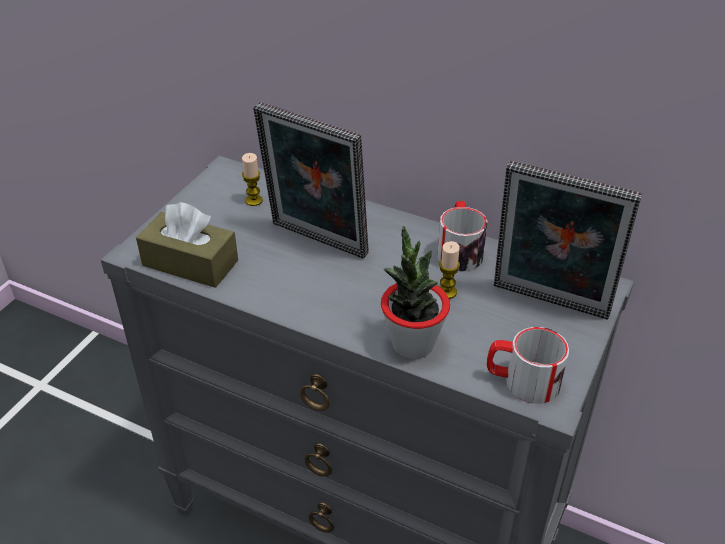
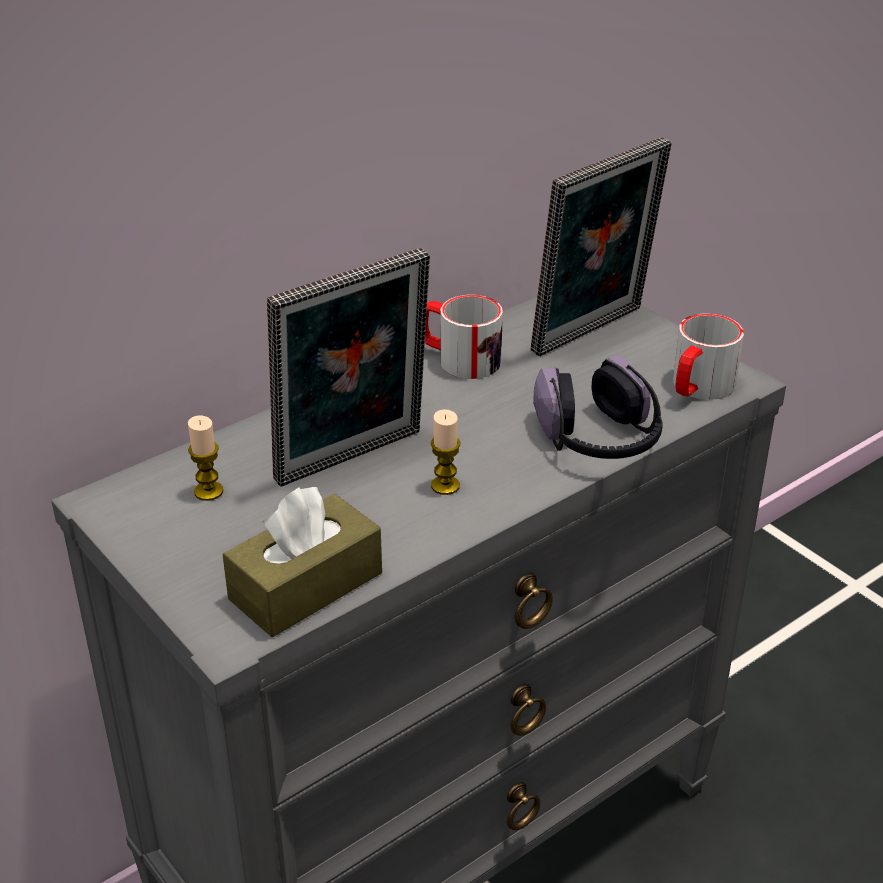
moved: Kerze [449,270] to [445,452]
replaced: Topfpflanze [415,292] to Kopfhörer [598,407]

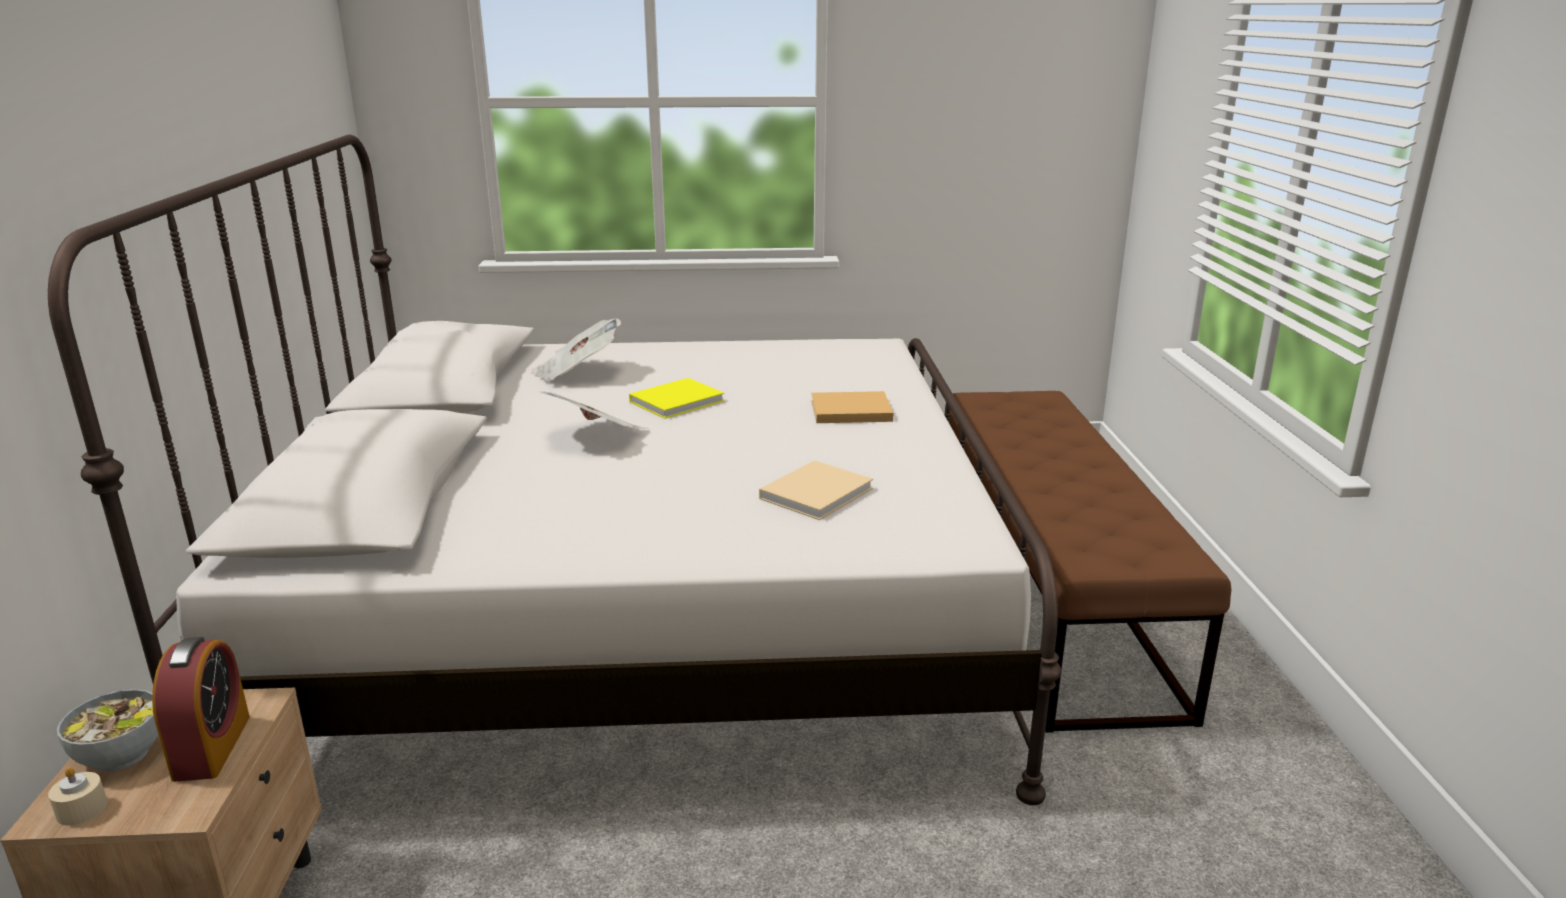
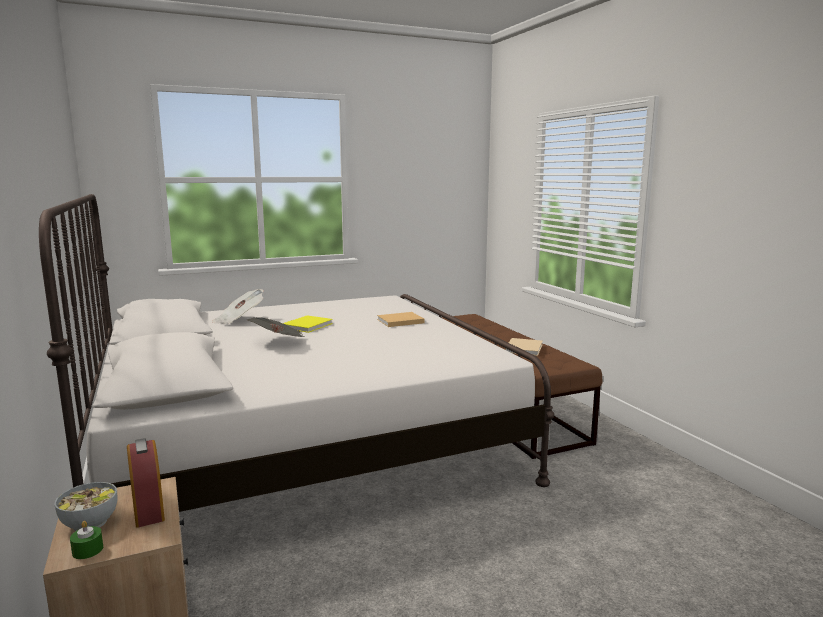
moved: Buch [beige] [816,490] to [524,347]
recoloured: Kerze [beige] [77,796] to Kerze [grün] [86,540]

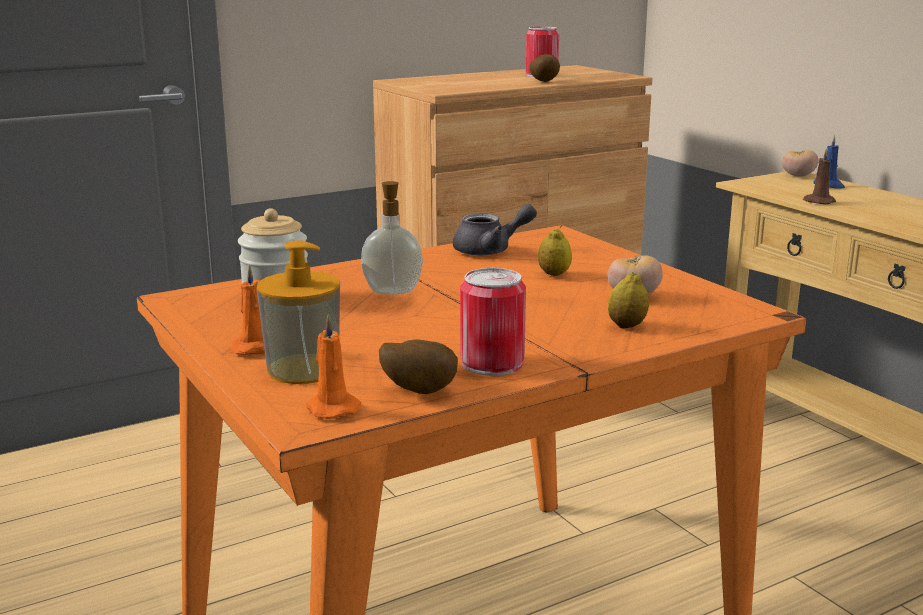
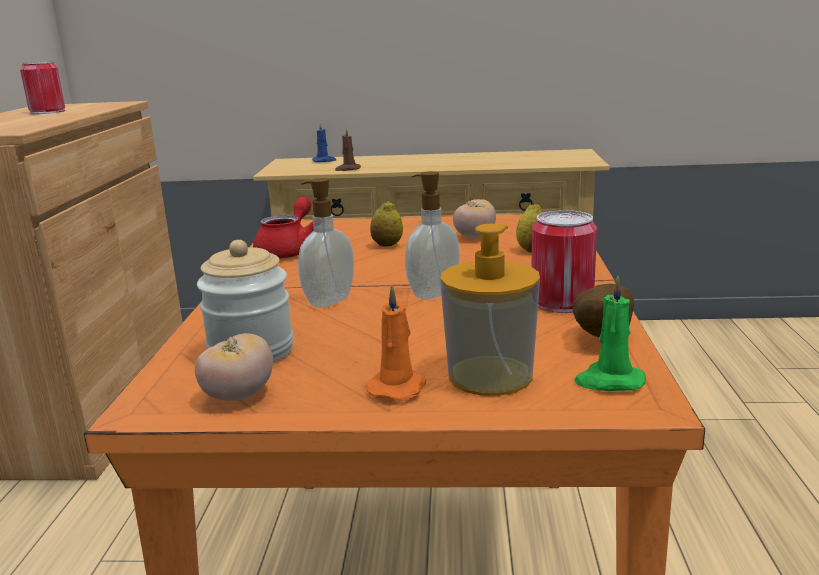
removed: Kartoffel [545,68]
added: Seifenspender [432,235]
moved: Tomate [800,163] to [234,367]
recoloured: Teekanne [grau] [495,230] to Teekanne [rot] [283,228]; Kerze [orange] [333,366] to Kerze [grün] [610,333]

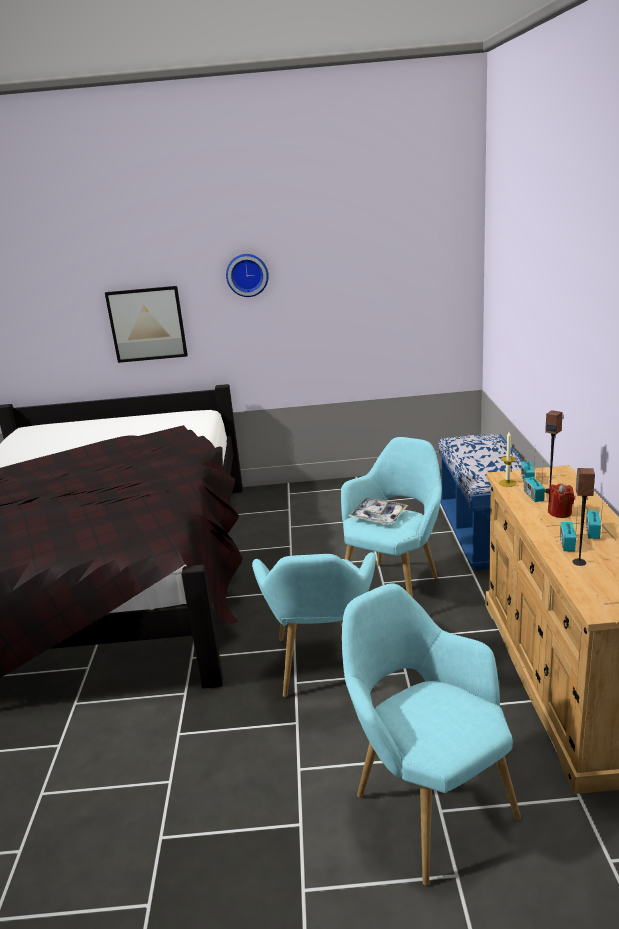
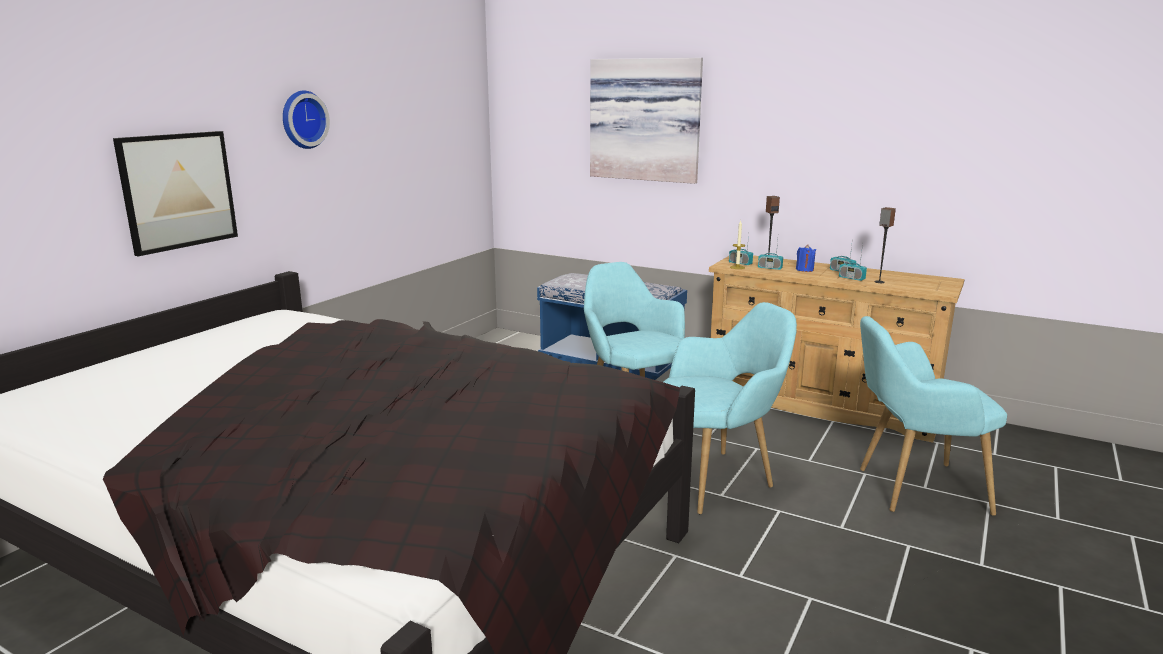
removed: Tablett [378,511]
added: Bild [646,121]
recoloured: Kerze [rot] [561,501] to Kerze [blau] [806,258]
turned: Sessel [türkis] [314,624] = [730,408] 60 degrees counterclockwise

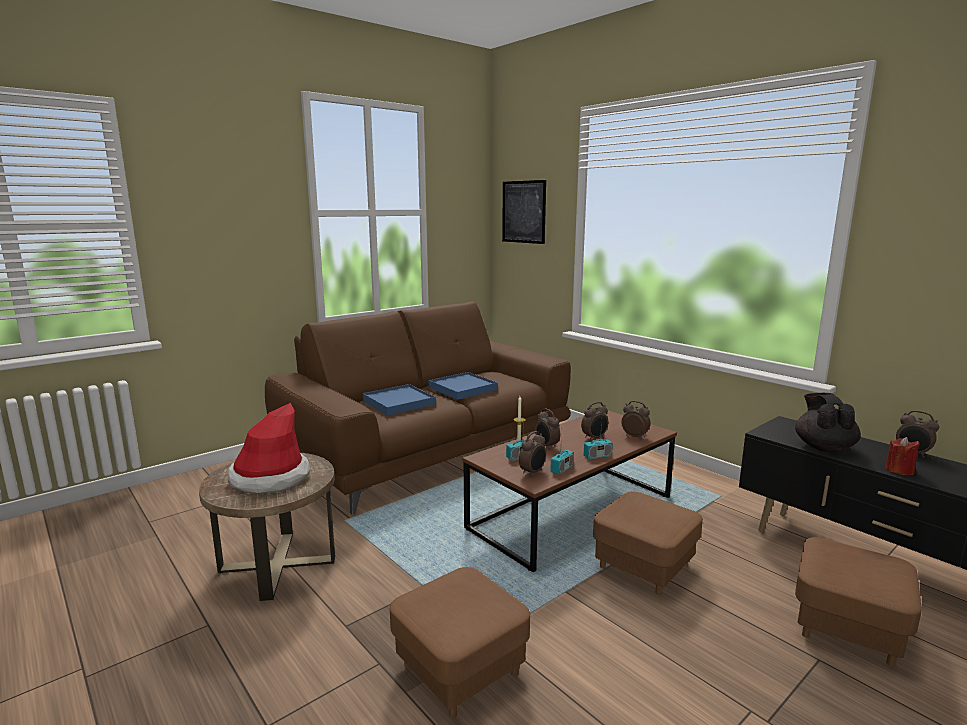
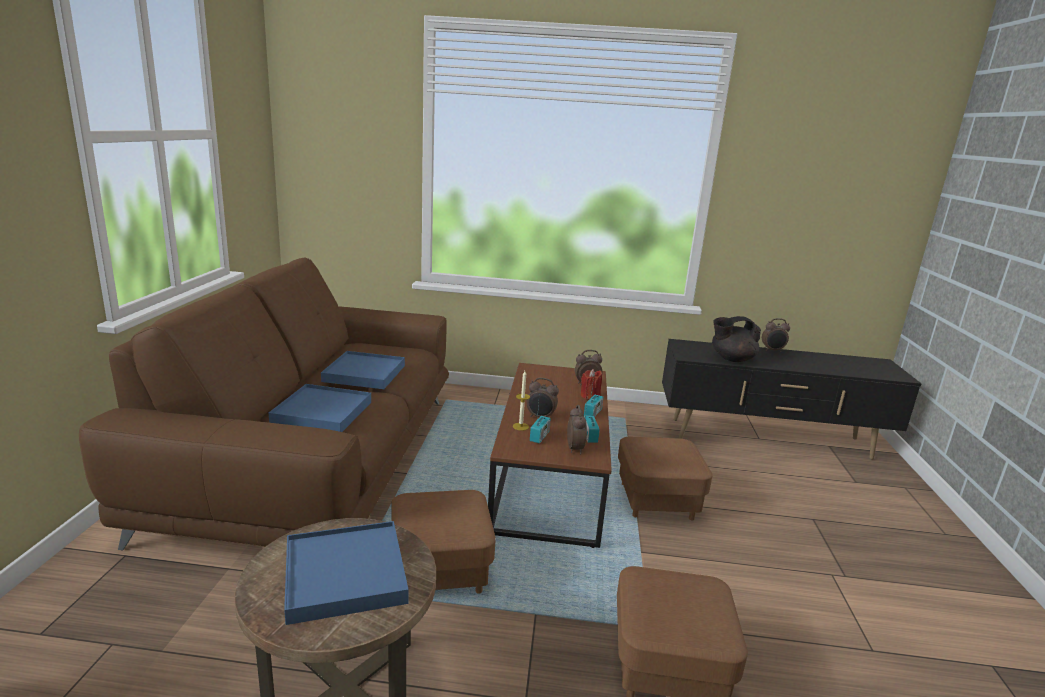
removed: Bild [524,212]; Wecker [594,421]
moved: Polsterhocker [braun] [858,602] to [443,542]; Kerze [rot] [902,456] to [591,384]
replaced: Hut [268,448] to Tablett [blau] [346,573]
turned: Teekanne [schwarz] [828,422] = [736,339] 60 degrees counterclockwise

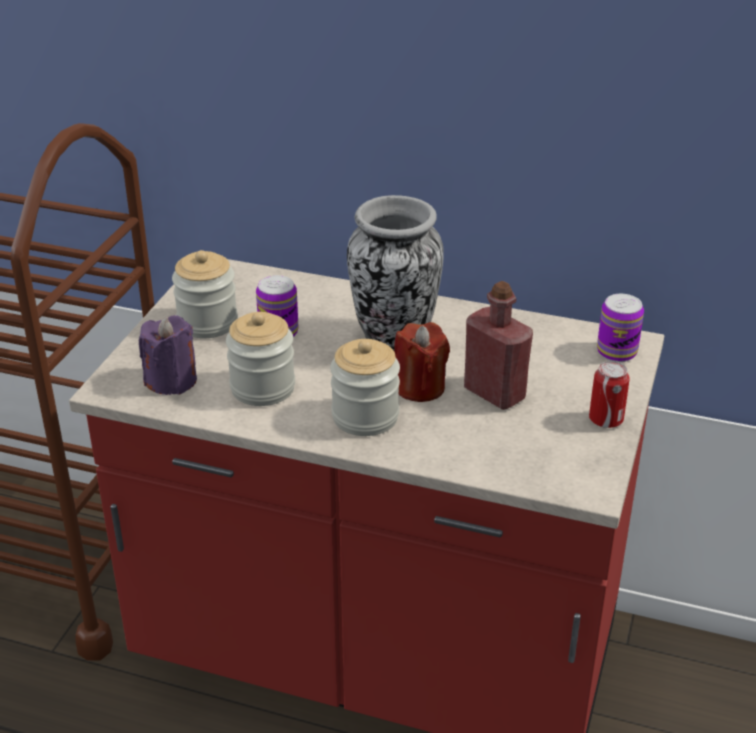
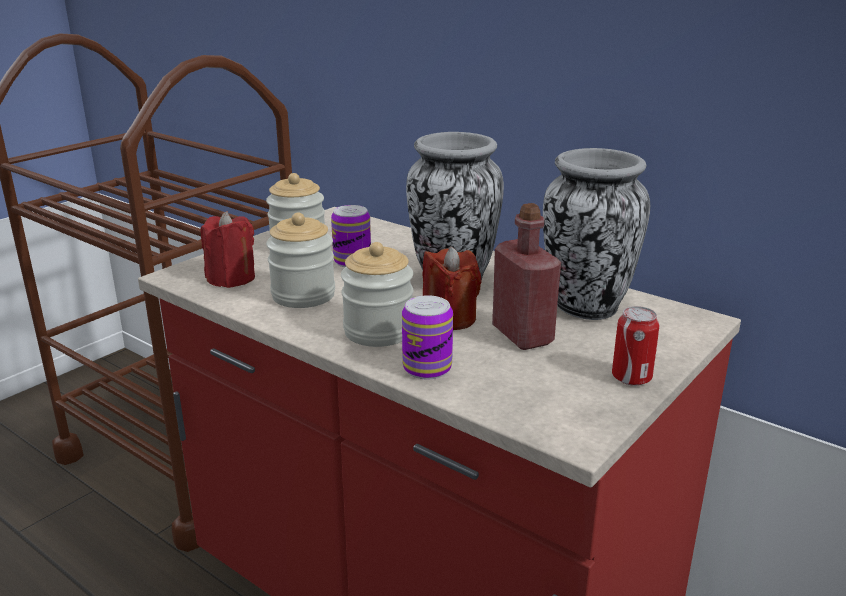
added: Vase [596,234]
moved: Dose [620,328] to [427,337]
recoloured: Kerze [lila] [168,355] to Kerze [rot] [228,249]

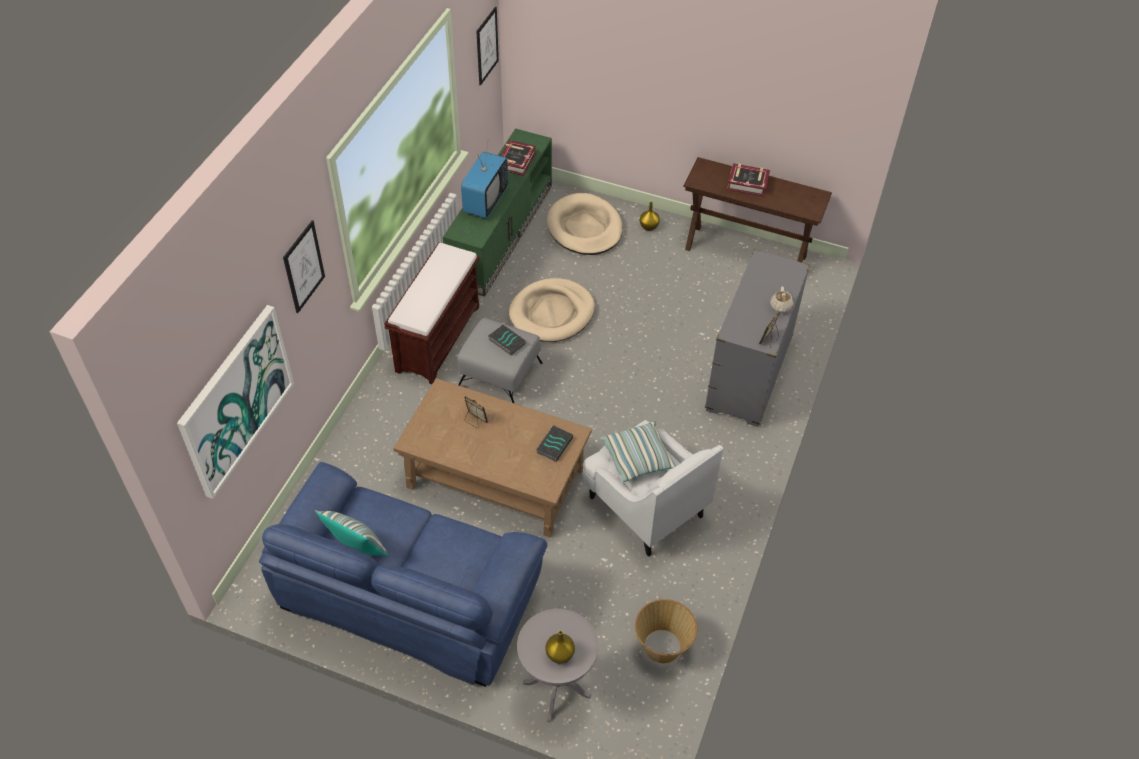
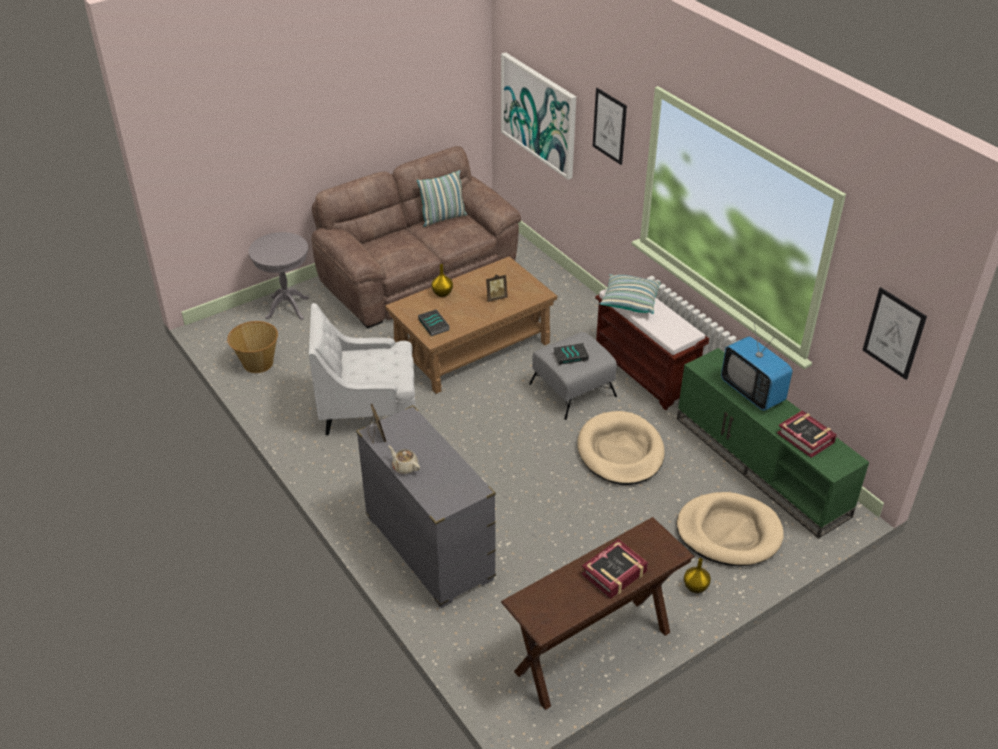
moved: Vase [gelb] [560,647] to [442,280]; Kissen [638,452] to [630,294]
recoloured: Sofa [blau] [403,574] to Sofa [braun] [416,237]

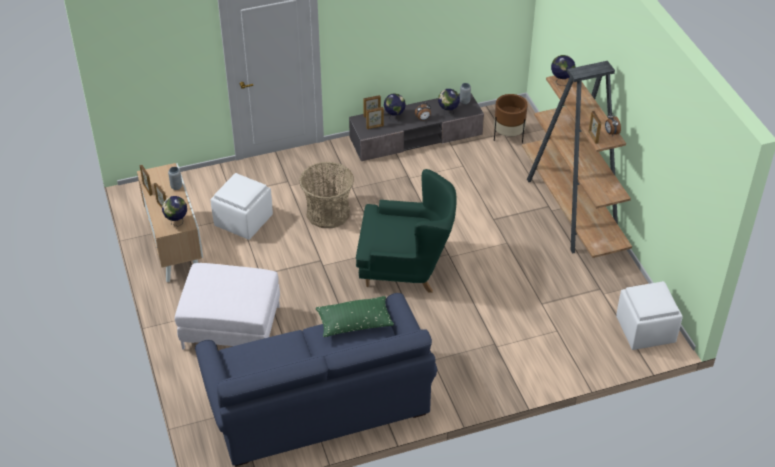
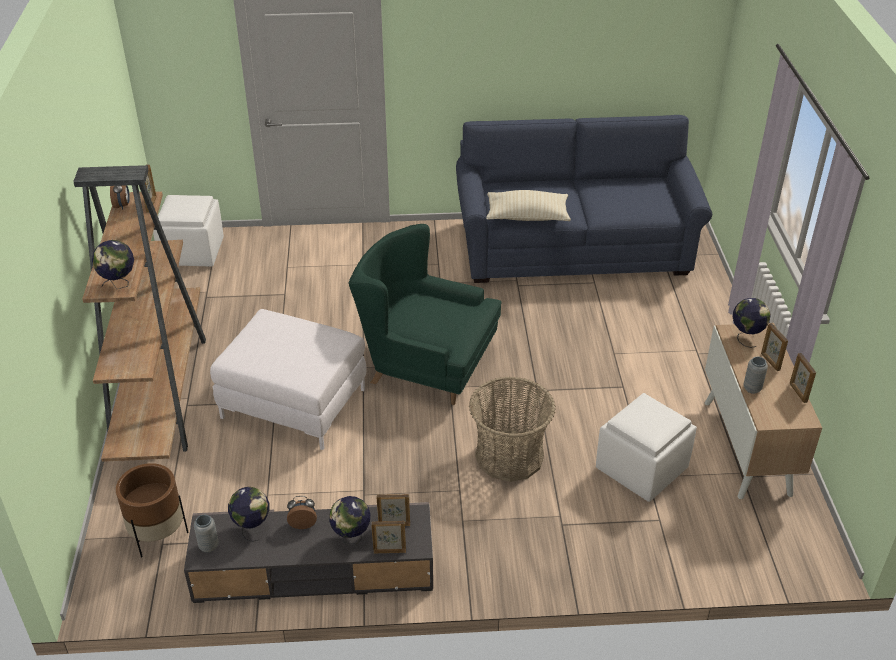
moved: Polsterhocker [weiß] [227,306] to [288,379]
recoloured: Kissen [grün] [355,316] to Kissen [beige] [528,205]

